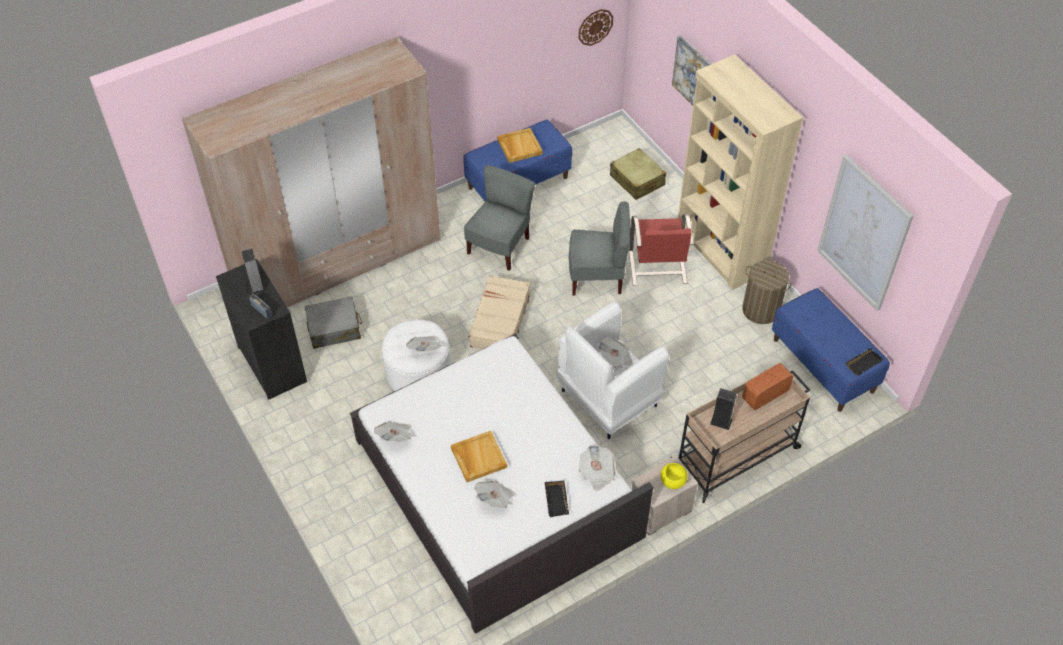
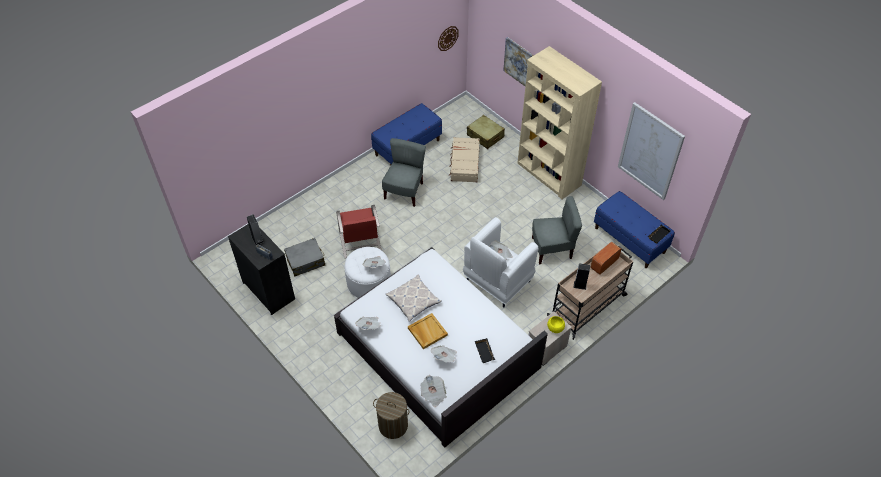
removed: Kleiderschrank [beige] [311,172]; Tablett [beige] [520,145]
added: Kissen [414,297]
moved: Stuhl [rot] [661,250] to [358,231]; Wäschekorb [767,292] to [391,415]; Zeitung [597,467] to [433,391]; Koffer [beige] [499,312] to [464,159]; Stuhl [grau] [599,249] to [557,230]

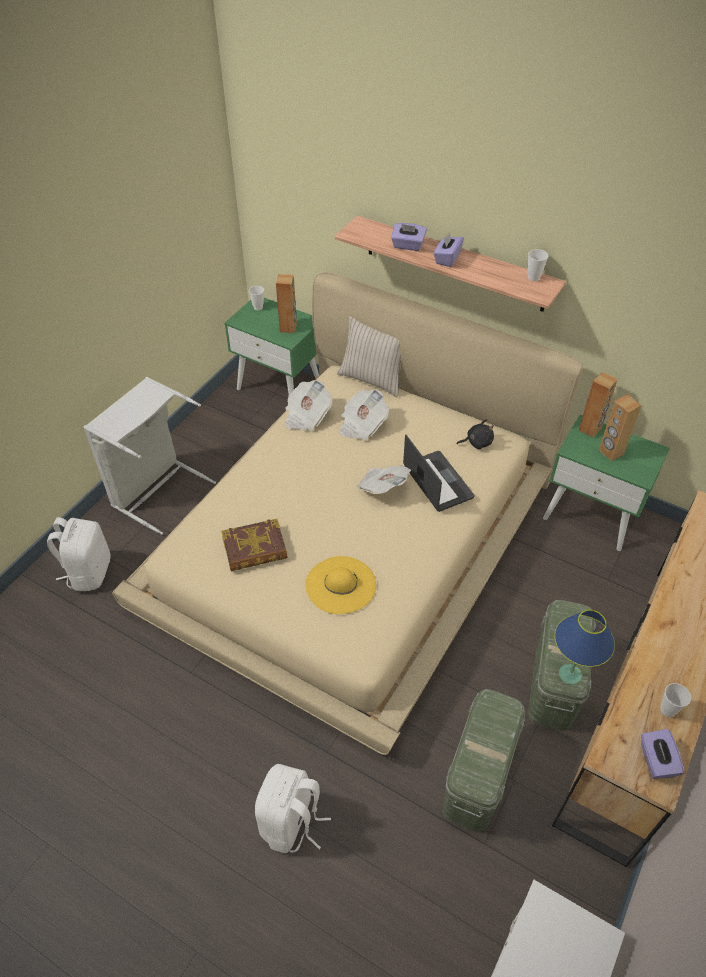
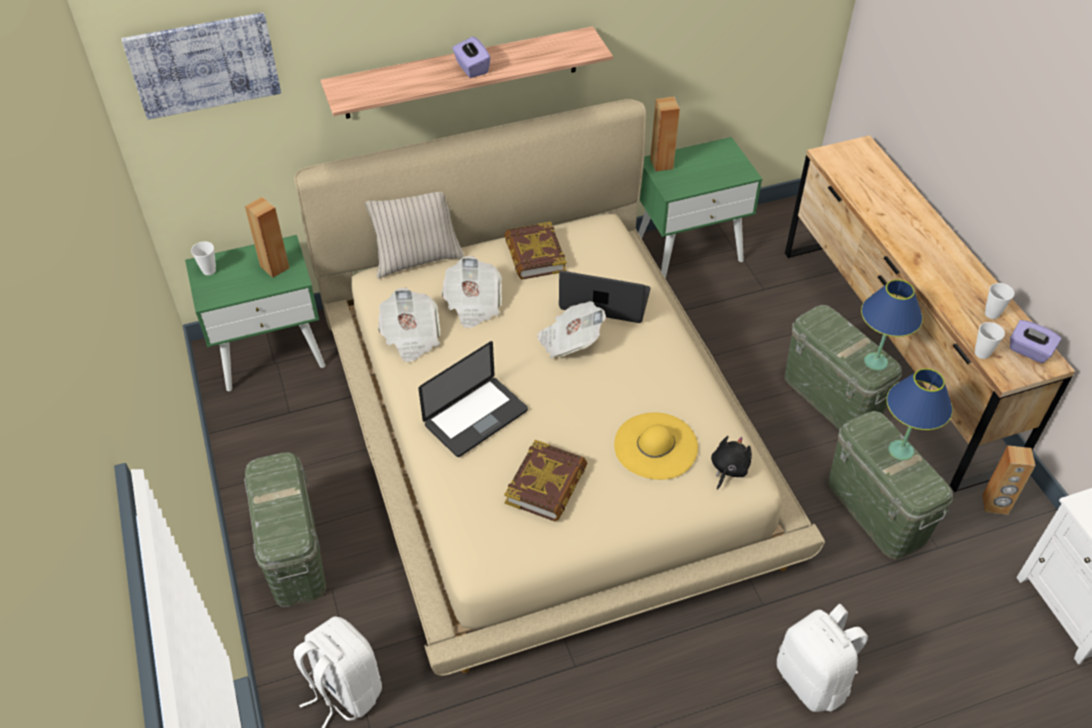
removed: Taschentuchbox [lila] [409,237]
added: Bild [201,66]; Laptop [473,399]; Buch [535,251]; Tischlampe [blau] [919,414]
moved: Plüschtier [schwarz] [475,434] to [731,463]; Tasse [538,265] to [990,340]; Lautsprecher [braun] [620,427] to [1009,480]
replaced: Wäschekorb [grau] [149,456] to Aufbewahrungsbox [grün] [285,529]

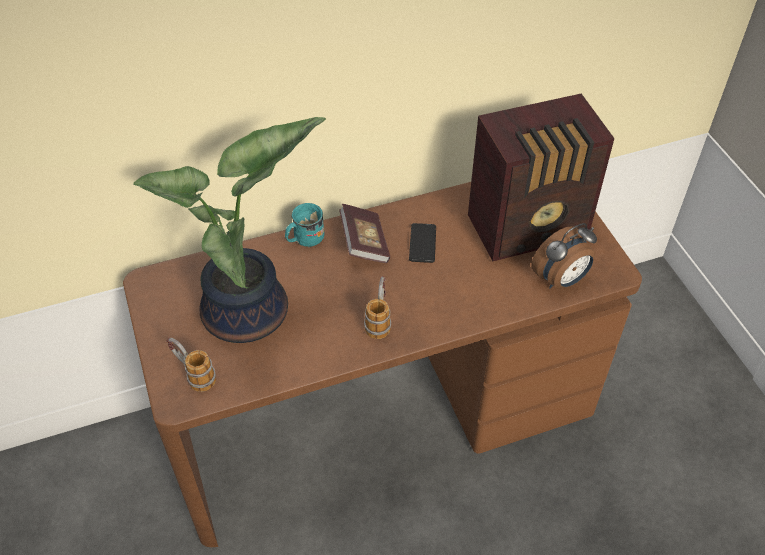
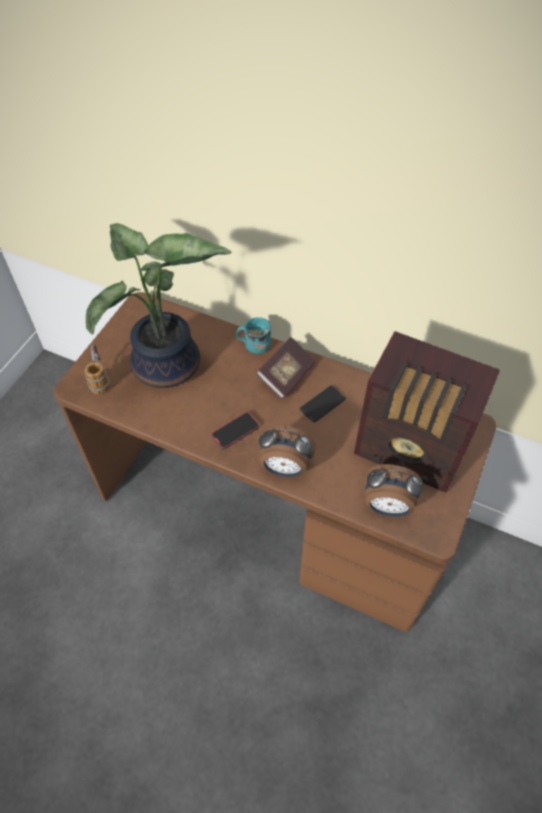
added: Wecker [287,451]
replaced: Henkelbecher [377,307] to Handy [235,431]

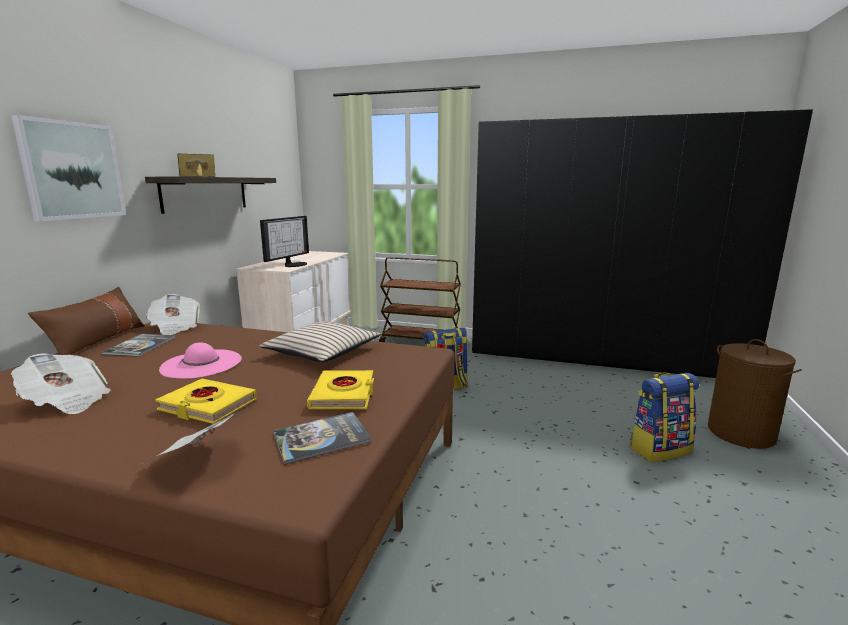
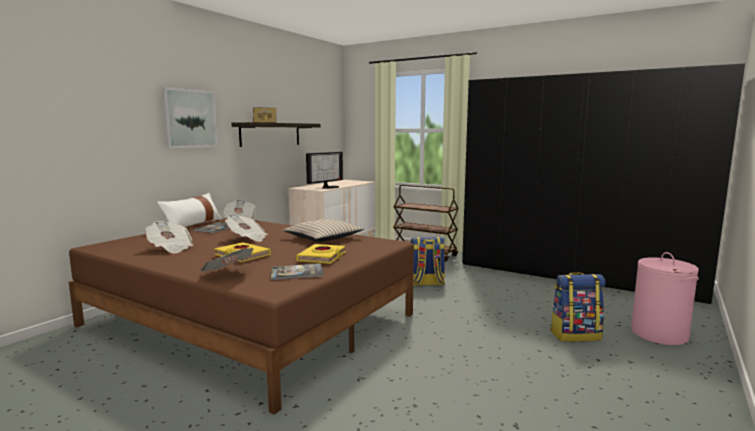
replaced: Hut [rosa] [200,360] to Zeitung [246,228]
recoloured: Kissen [braun] [86,321] to Kissen [weiß] [189,210]; Wäschekorb [braun] [755,394] to Wäschekorb [rosa] [665,298]

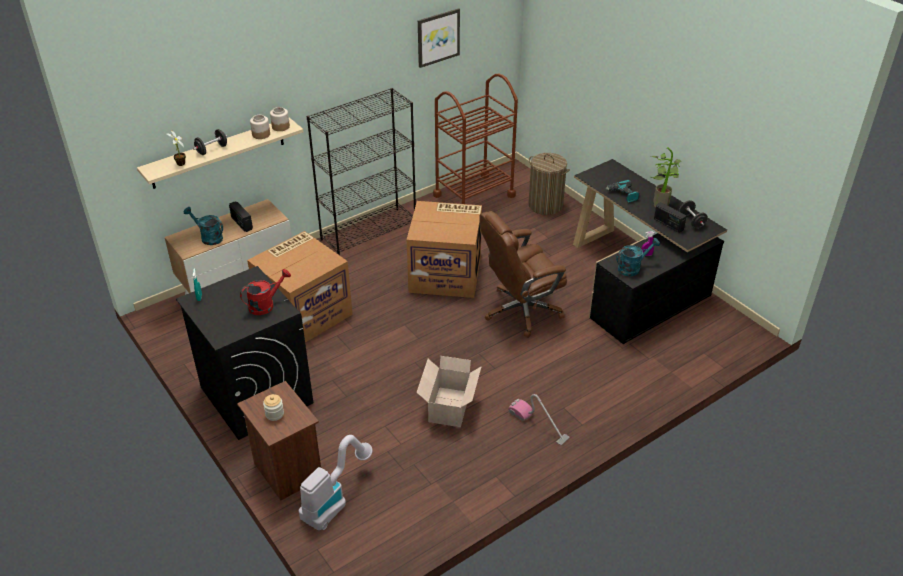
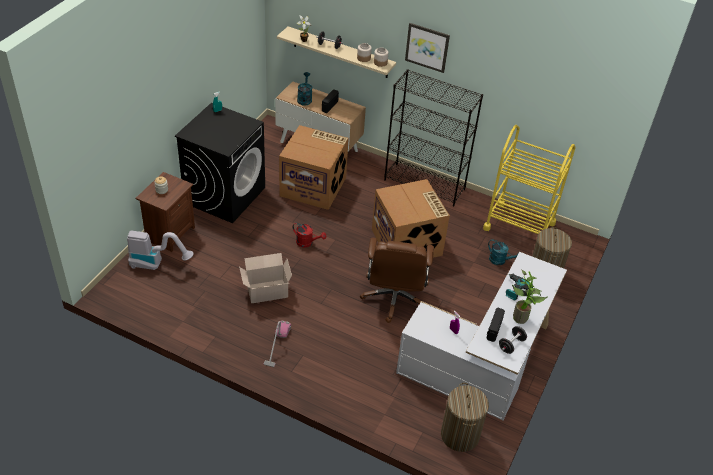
added: Wäschekorb [465,417]
moved: Gießkanne [rot] [265,292] to [309,235]; Bild [439,38] to [427,48]; Gießkanne [türkis] [638,257] to [503,252]
recoloured: Schreibtisch [schwarz] [650,251] to Schreibtisch [weiß] [481,336]; Rollwagen [braun] [475,139] to Rollwagen [gelb] [529,179]
turned: Bürostuhl [braun] [523,274] = [397,280] 120 degrees counterclockwise

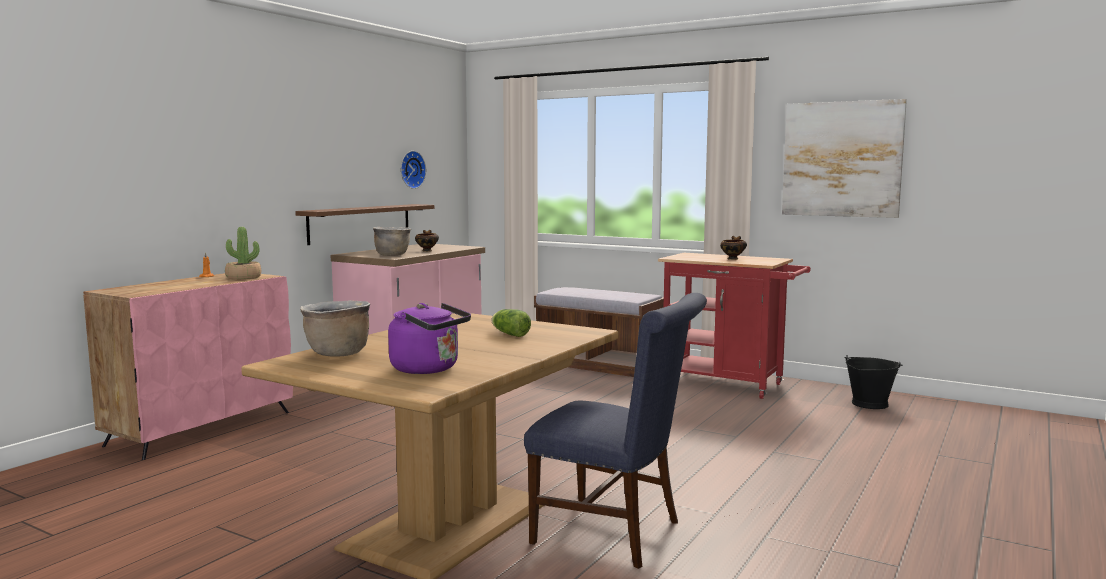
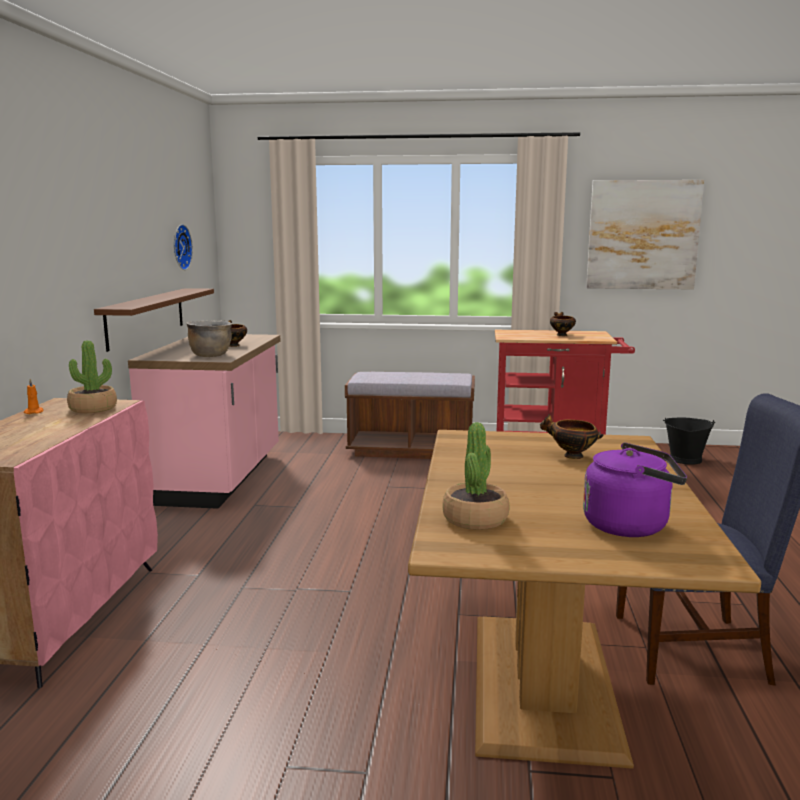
replaced: Kochtopf [braun] [335,328] to Topfpflanze [475,476]; Salatkopf [511,323] to Schüssel [572,436]

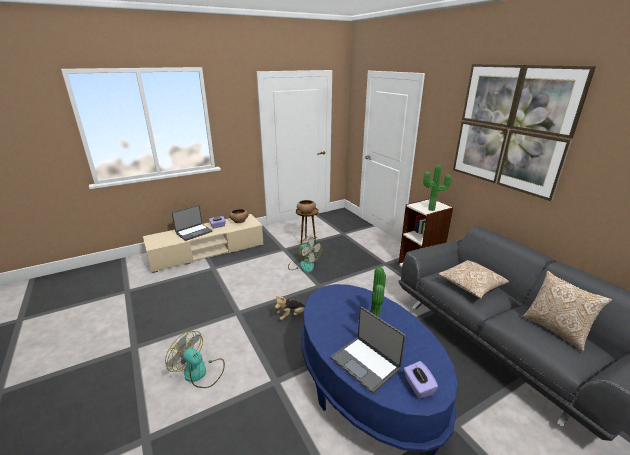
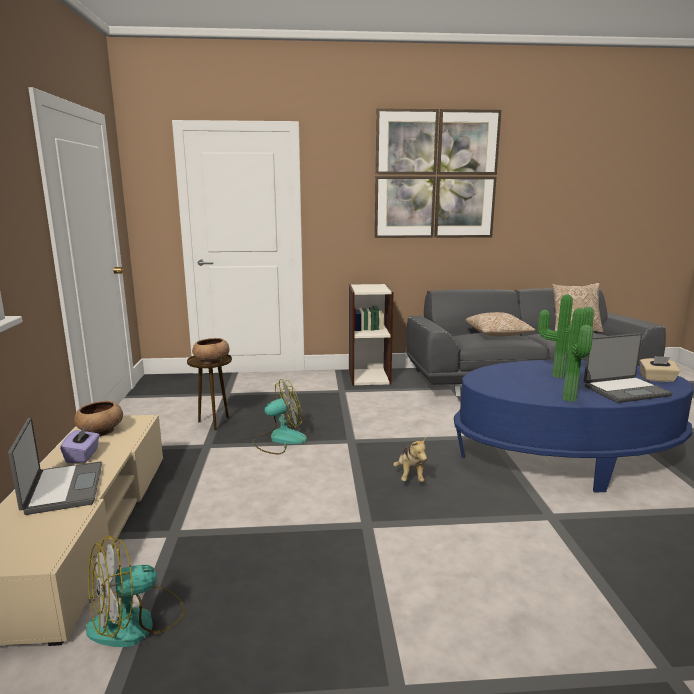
moved: Ventilator [195,359] to [135,591]; Topfpflanze [437,187] to [577,355]
recoloured: Taschentuchbox [lila] [421,380] to Taschentuchbox [beige] [659,369]

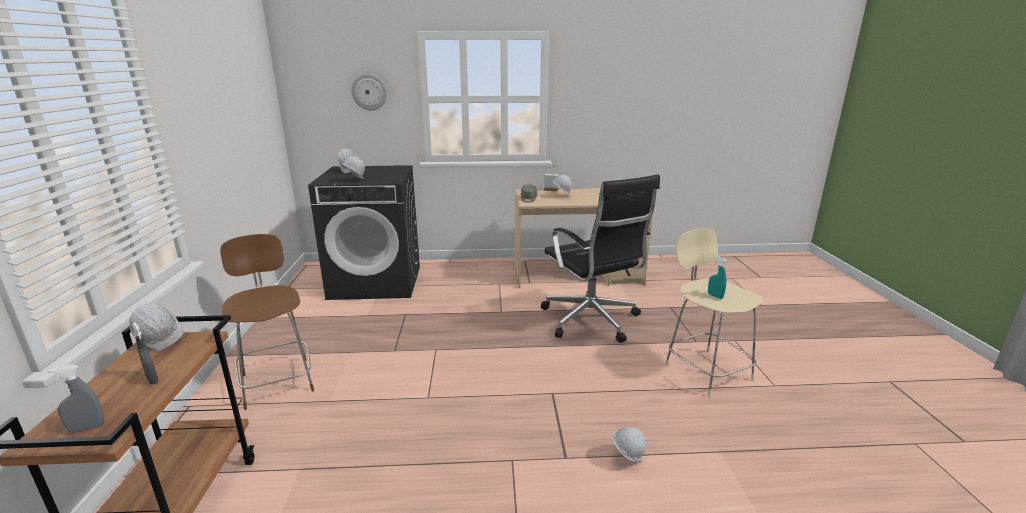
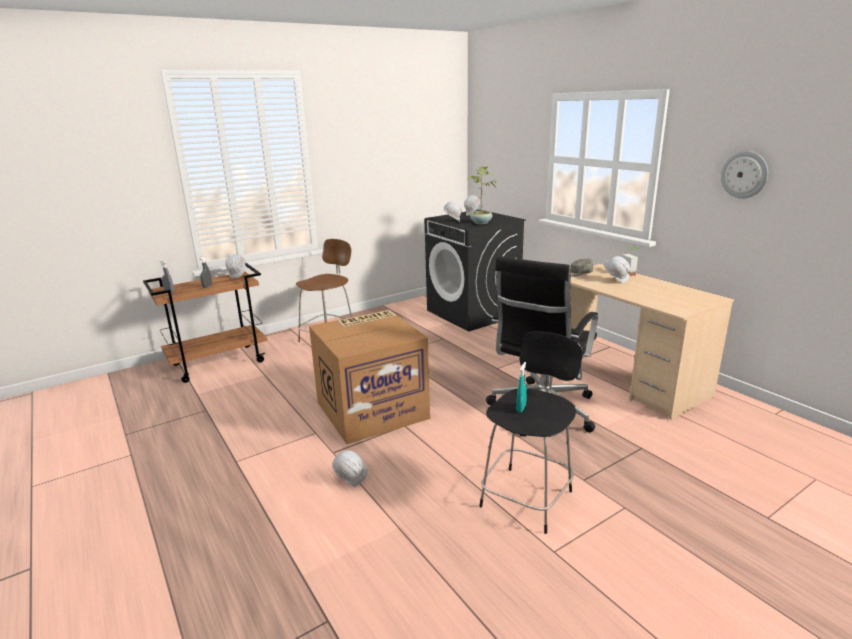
added: Karton [369,377]; Topfpflanze [482,195]
moved: Wanduhr [369,92] to [744,175]
recoloured: Hocker [beige] [714,313] to Hocker [schwarz] [531,432]

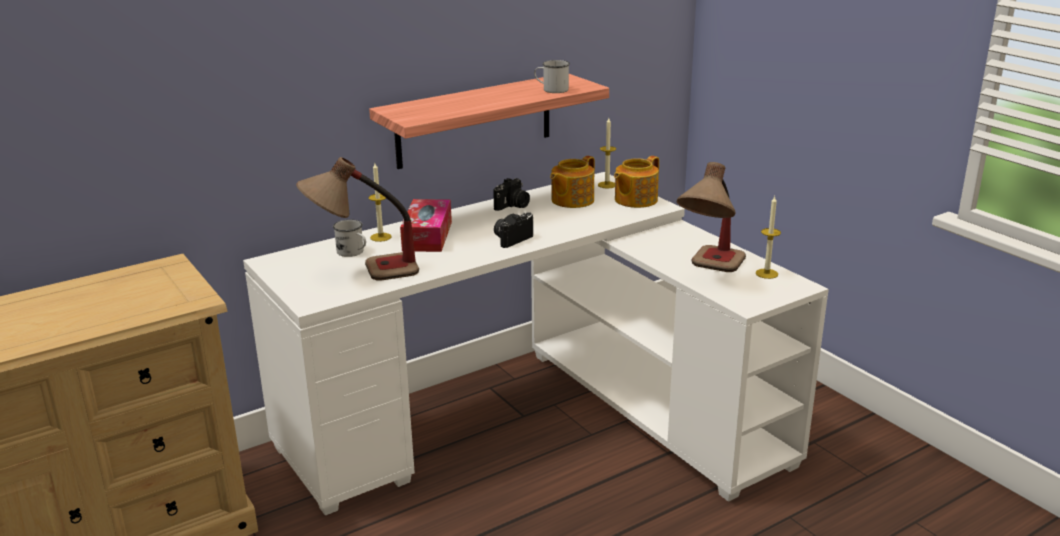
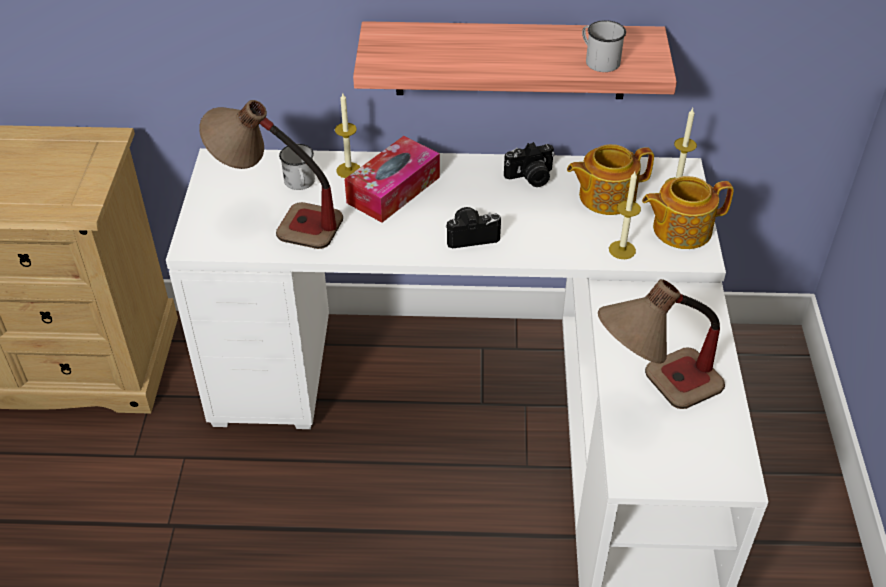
moved: Kerze [768,237] to [625,215]

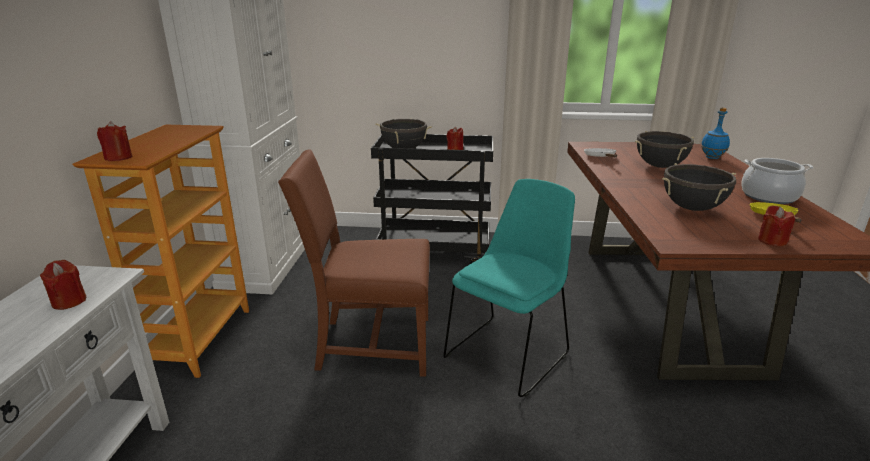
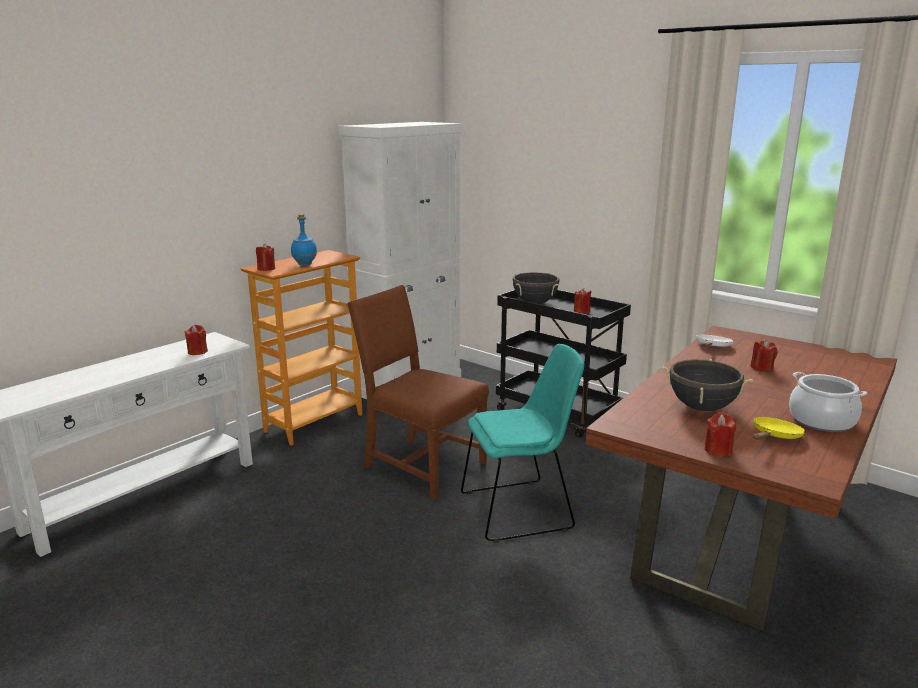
moved: Flasche [blau] [715,133] to [304,240]
replaced: Kochtopf [schwarz] [664,149] to Kerze [rot] [764,356]

